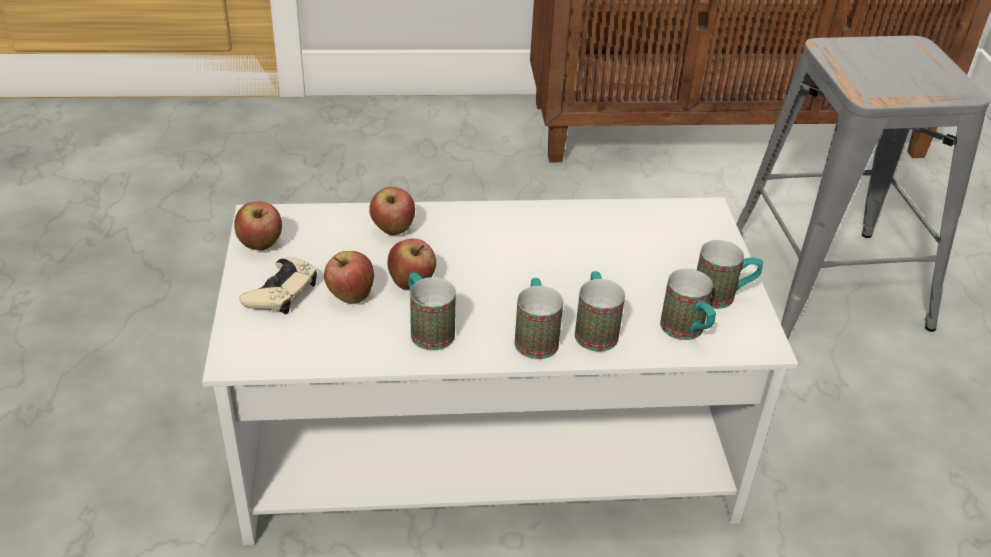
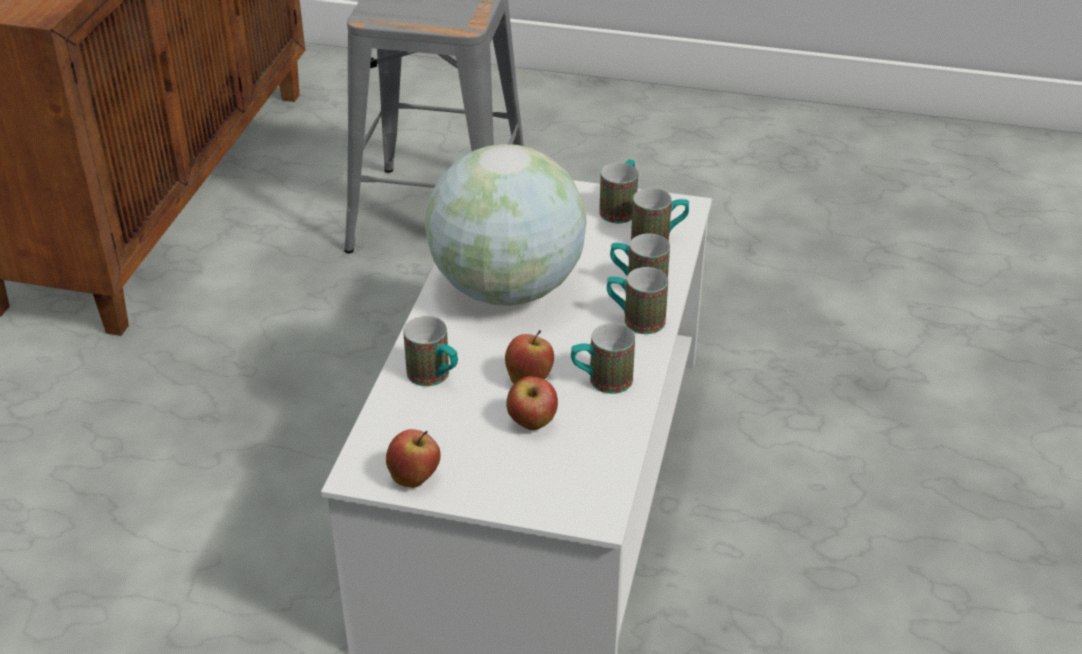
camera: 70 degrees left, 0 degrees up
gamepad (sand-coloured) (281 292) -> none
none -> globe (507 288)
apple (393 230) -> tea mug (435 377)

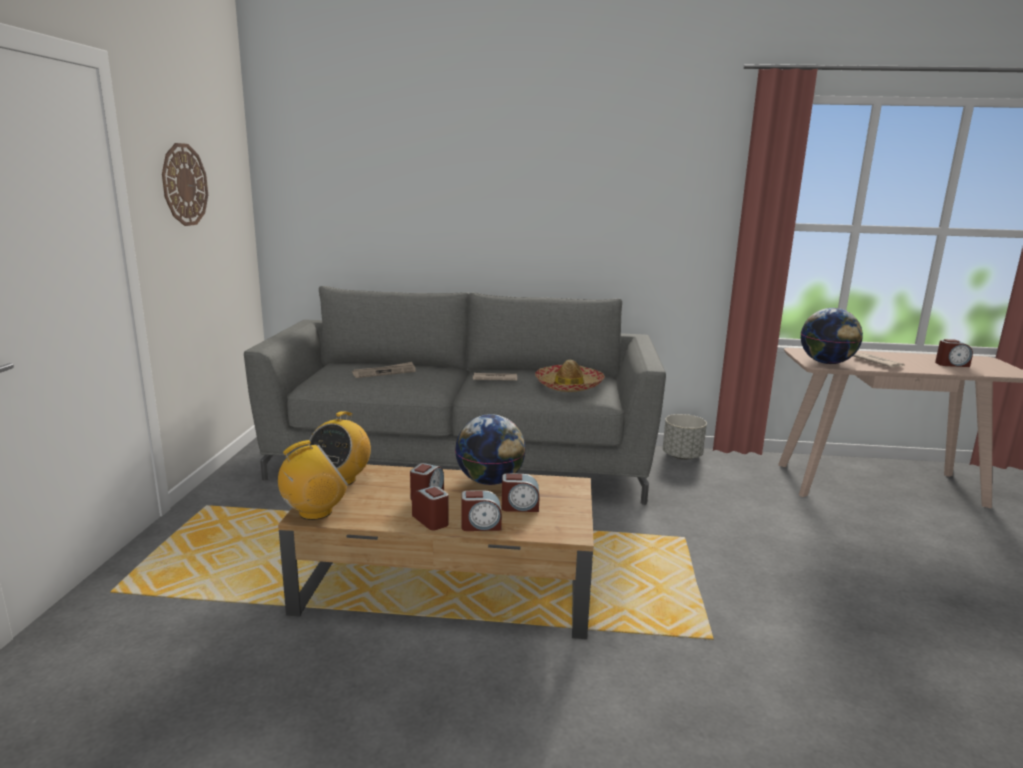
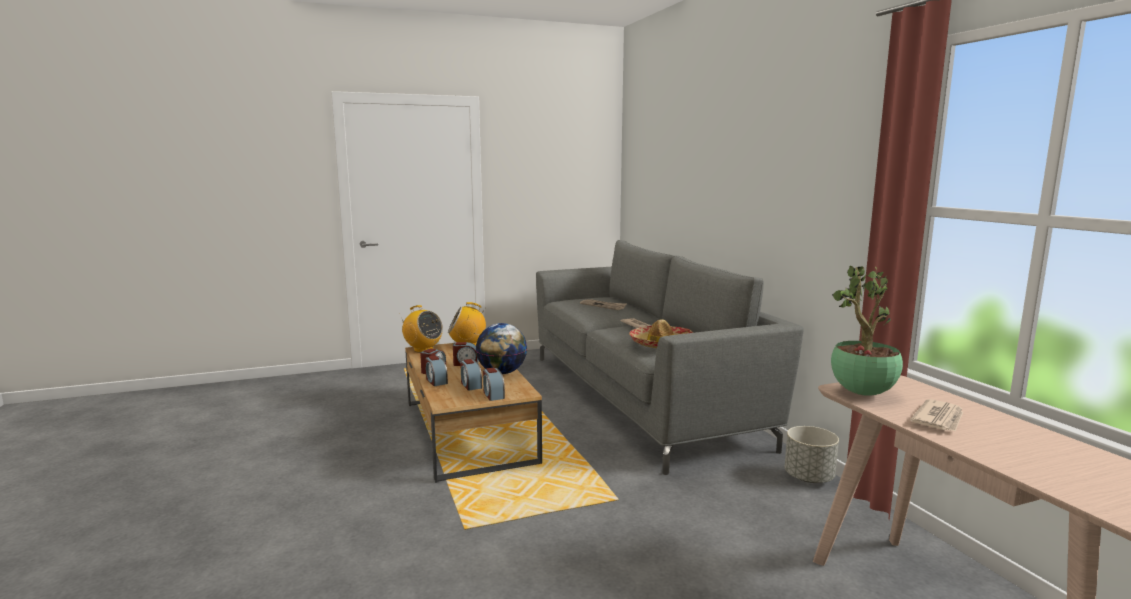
camera: 65 degrees right, 5 degrees down
wall clock (184 185) -> none
alarm clock (951 364) -> alarm clock (493 395), shifted
globe (826 363) -> plant in a pot (861 393)

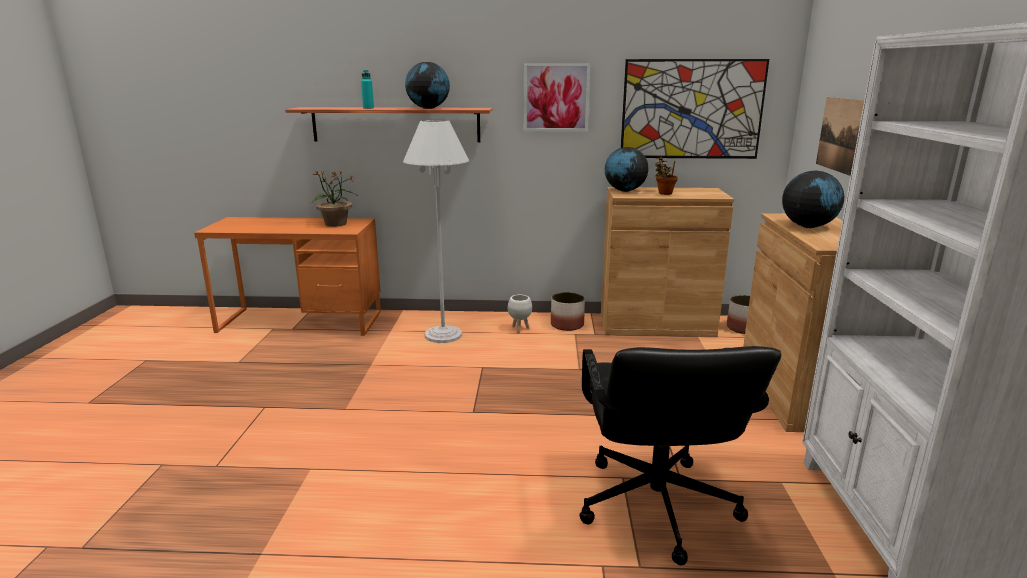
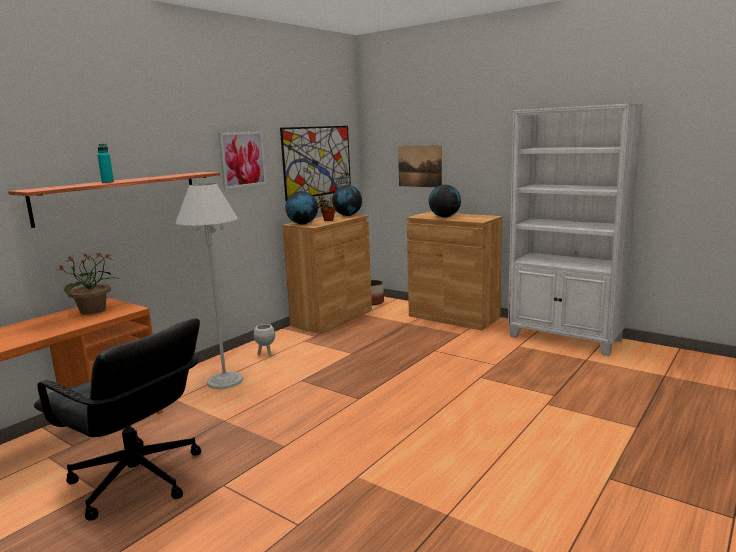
camera: 55 degrees left, 5 degrees down
plant pot (567 325) -> none
globe (428 108) -> globe (348 215), shifted
desk chair (black) (655 506) -> desk chair (black) (136 480), shifted

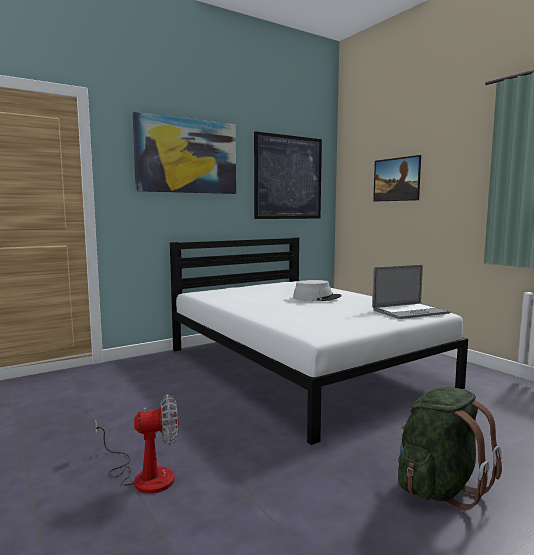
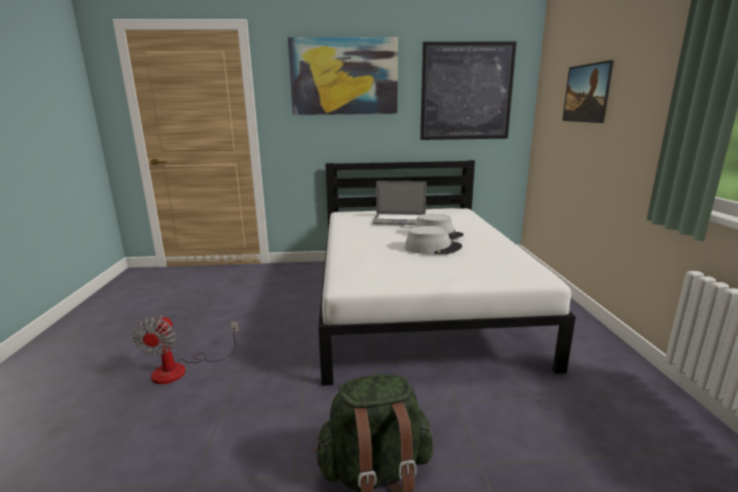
camera: 30 degrees right, 10 degrees up
none -> clothing hat (grey) (433 248)
notebook computer (410 311) -> notebook computer (399 220), shifted
electric fan (144 475) -> electric fan (181 369), 75 degrees clockwise

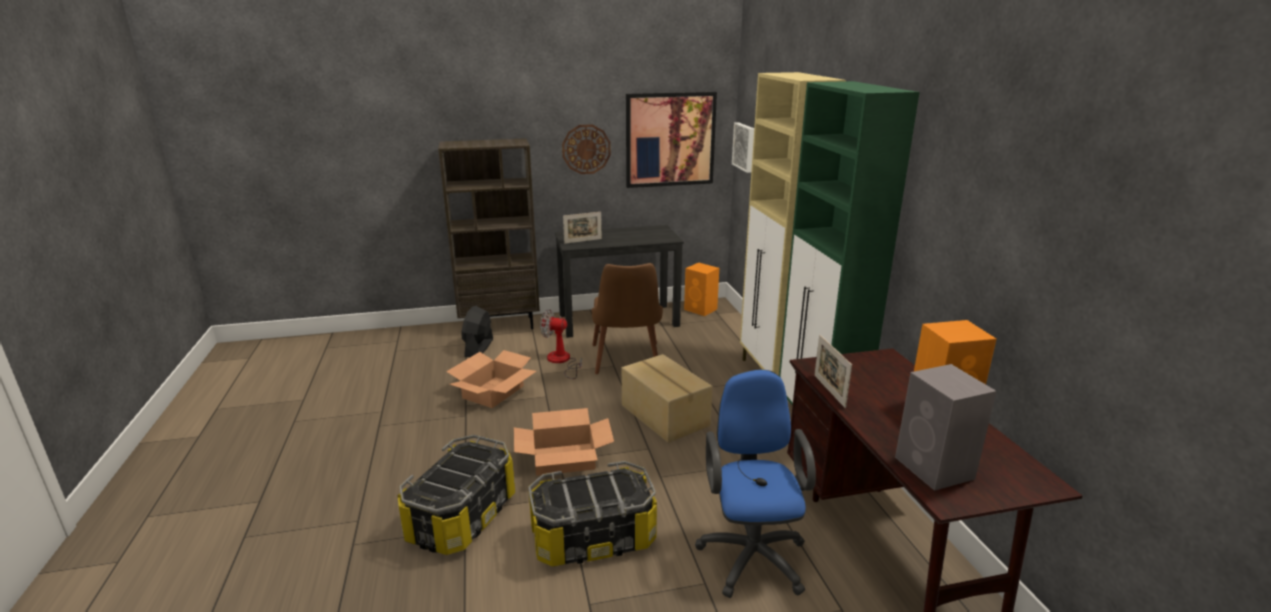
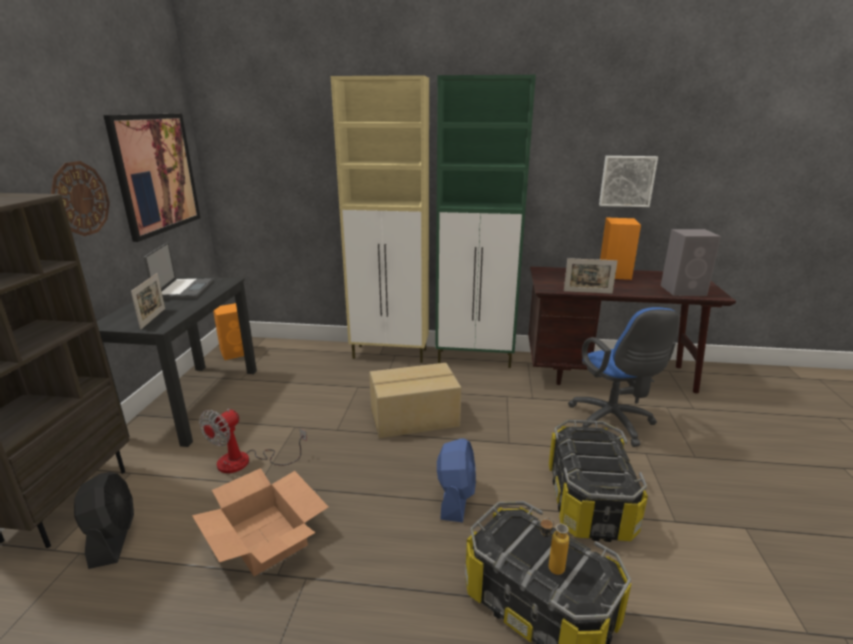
camera: 70 degrees left, 0 degrees up
plain chair (brown) (627 363) -> none
none -> notebook computer (183 290)
none -> beverage bottle (549 568)
picture (745 147) -> picture (627 181), shifted
cardboard box (564 459) -> electric fan (bluish) (456 497)
electric fan (black) (479 348) -> electric fan (black) (113 538), 135 degrees counterclockwise
desk chair (bluish) (751 553) -> desk chair (bluish) (613 424), 120 degrees counterclockwise

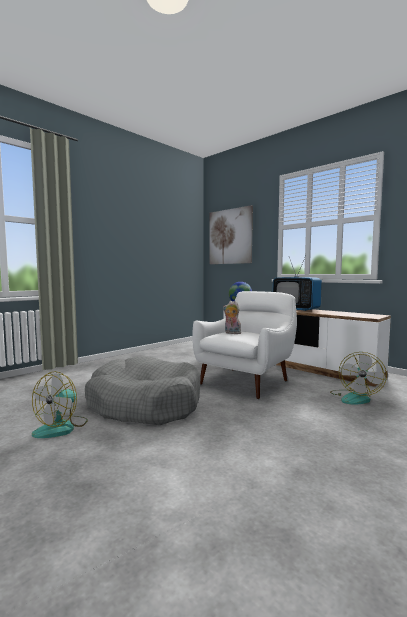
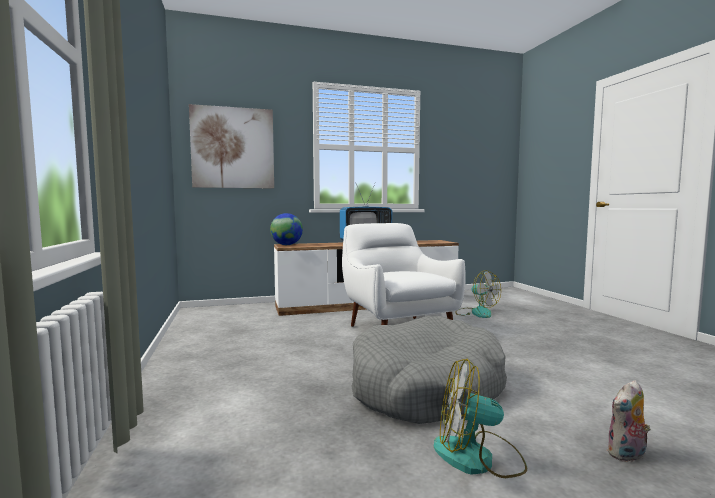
camera: 60 degrees left, 0 degrees up
soft toy (231 333) -> soft toy (627 455), shifted
electric fan (61 427) -> electric fan (477 457), 135 degrees clockwise

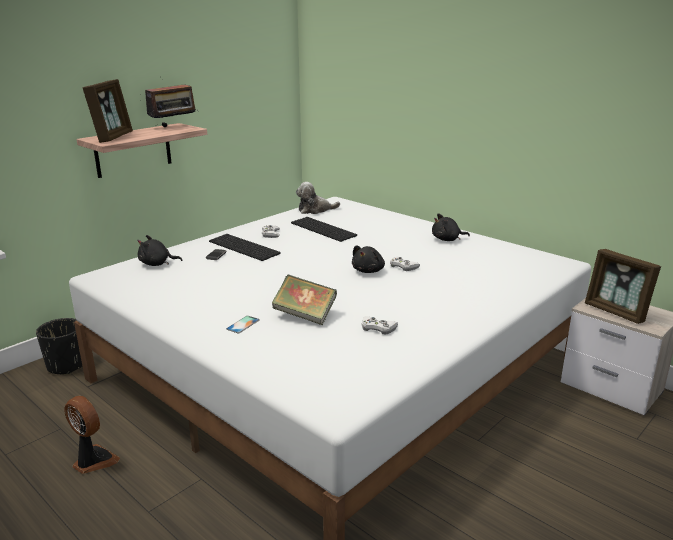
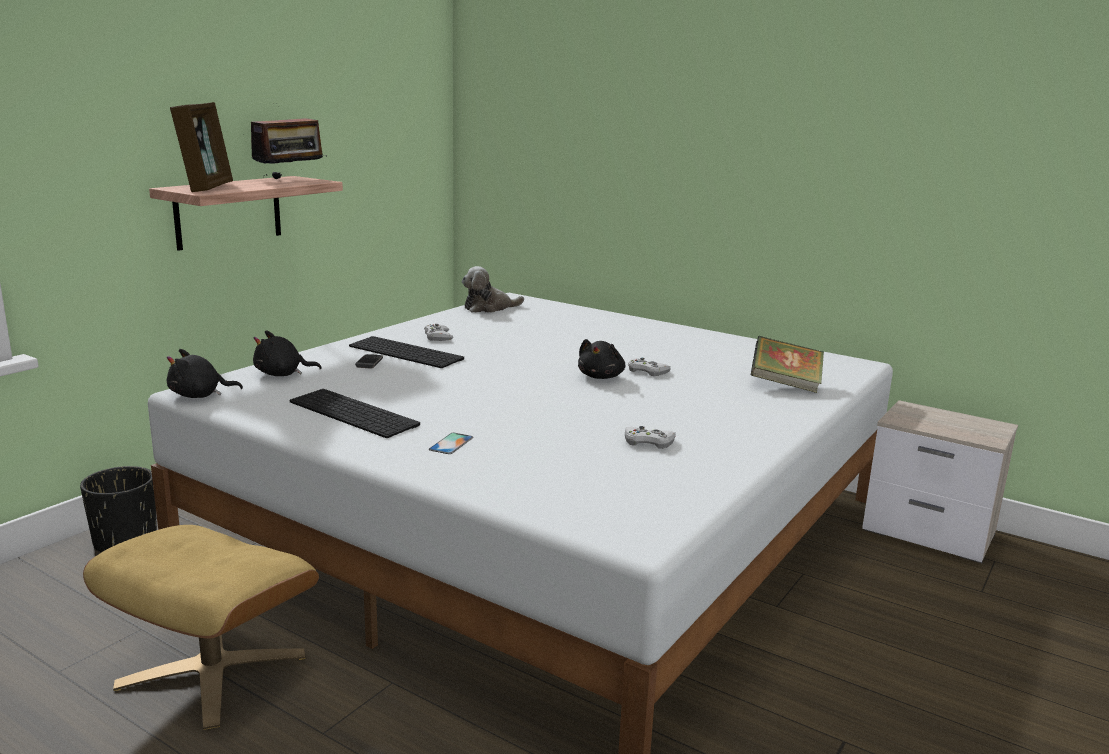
camera: 10 degrees left, 5 degrees down
photo frame (616 312) -> none
volume (305 315) -> volume (785 385), shifted
keyboard (324 229) -> keyboard (356 413), shifted
soft toy (black) (447 239) -> soft toy (black) (199 395), shifted
electric fan (93 461) -> pouffe (sand-coloured) (211 670)

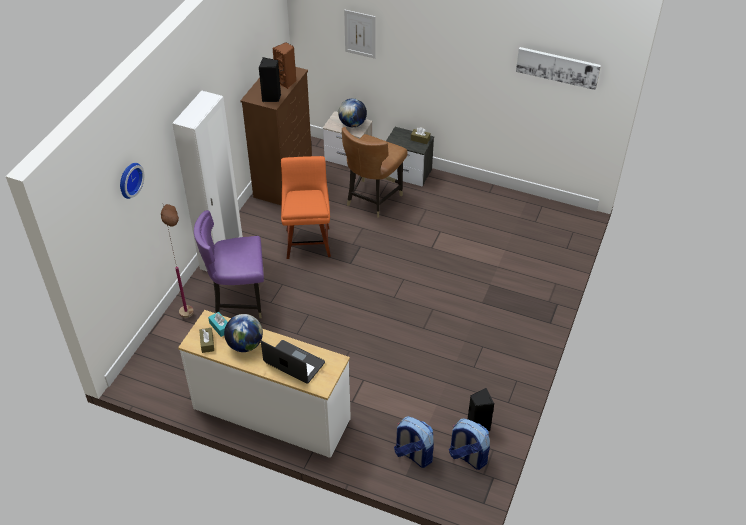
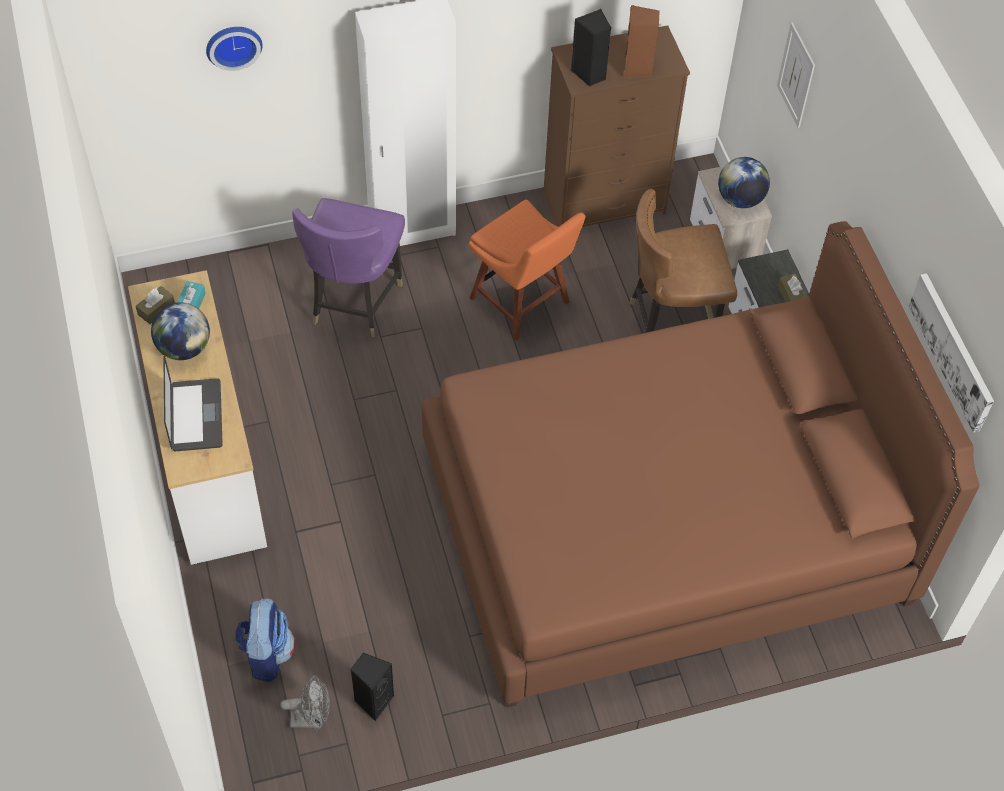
camera: 50 degrees right, 10 degrees up
standing lamp (brown) (191 323) -> none
none -> sleeping bed (brown) (664 524)
rucksack (467 456) -> electric fan (grey) (312 719)
plain chair (purplish) (238 300) -> plain chair (purplish) (353 302), 120 degrees counterclockwise
plain chair (orangey) (308 240) -> plain chair (orangey) (523 303), 90 degrees clockwise

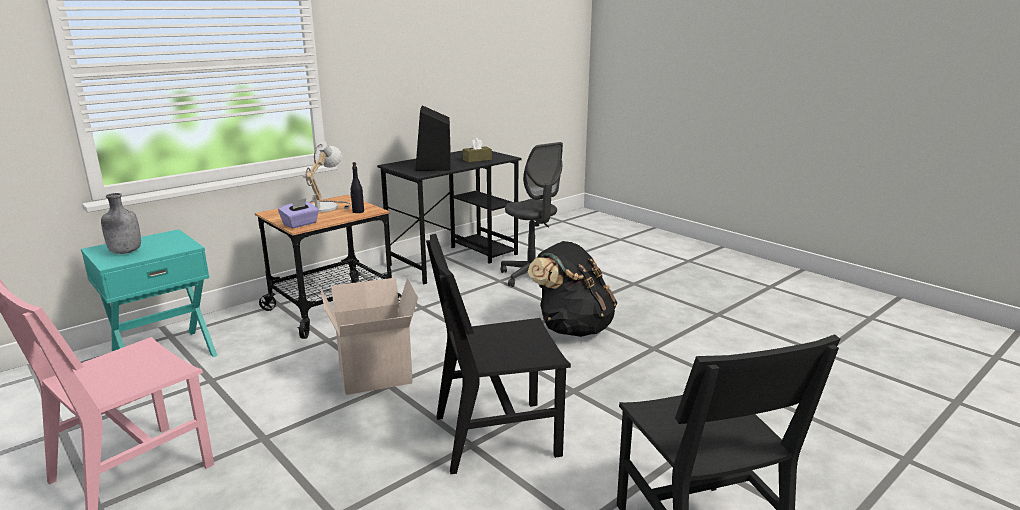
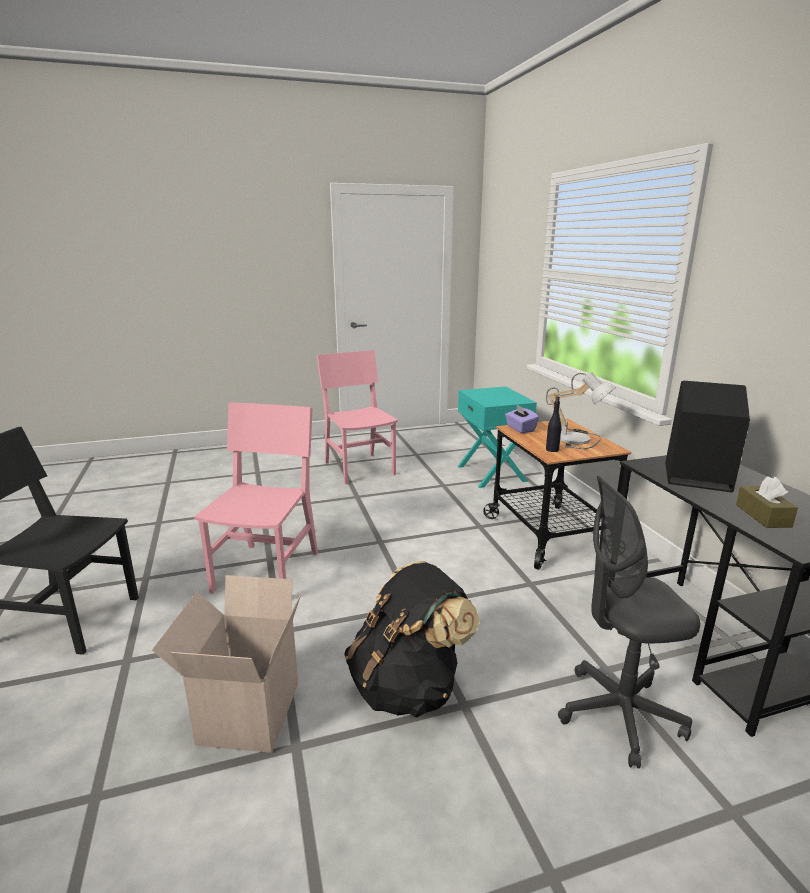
camera: 115 degrees right, 0 degrees up
beverage bottle (grey) (125 252) -> none
cardboard box (374 376) -> cardboard box (247 711), shifted
plain chair (black) (496 435) -> plain chair (pink) (267 571)

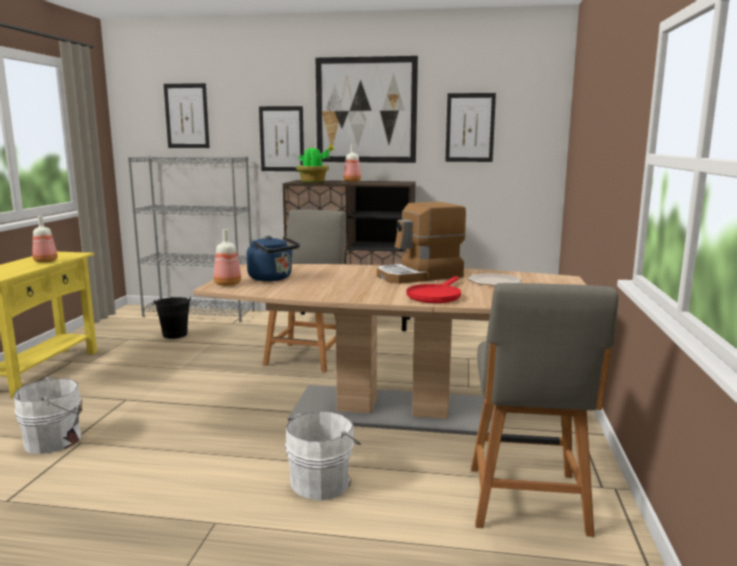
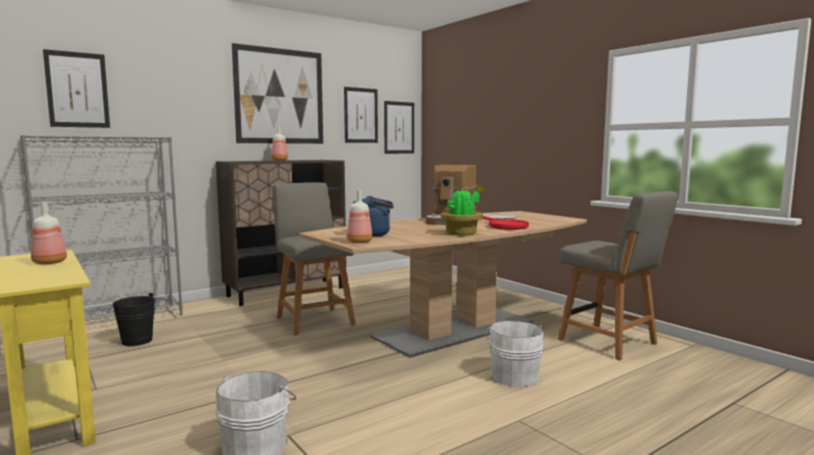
camera: 45 degrees left, 5 degrees down
picture (281 139) -> picture (399 127), shifted
plant in a pot (314 182) -> plant in a pot (462 233), shifted

